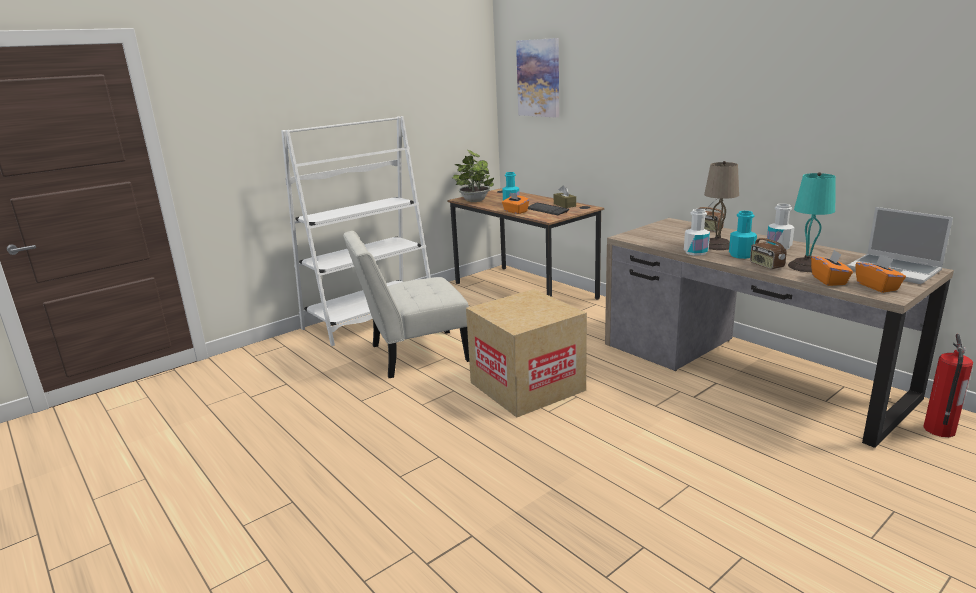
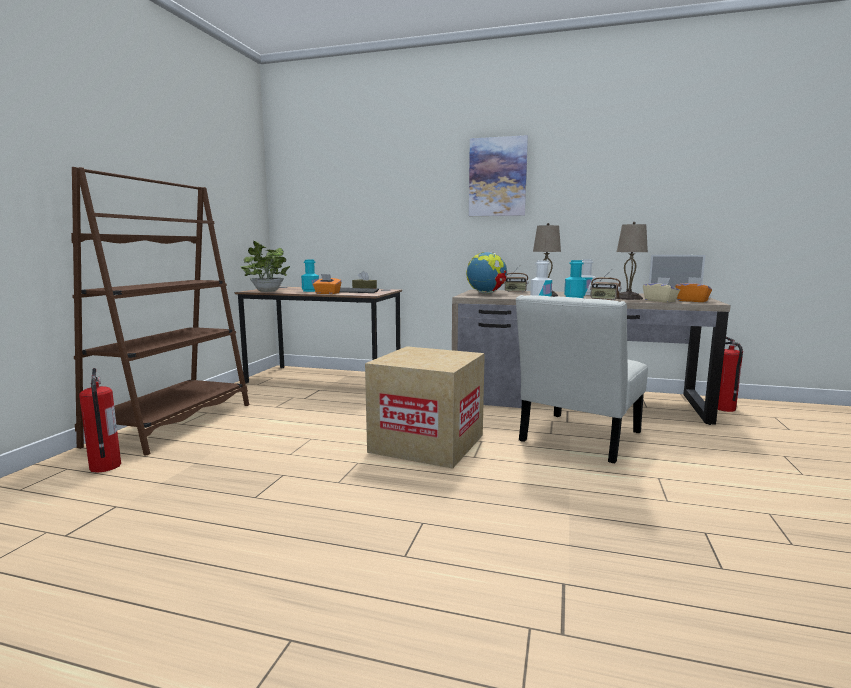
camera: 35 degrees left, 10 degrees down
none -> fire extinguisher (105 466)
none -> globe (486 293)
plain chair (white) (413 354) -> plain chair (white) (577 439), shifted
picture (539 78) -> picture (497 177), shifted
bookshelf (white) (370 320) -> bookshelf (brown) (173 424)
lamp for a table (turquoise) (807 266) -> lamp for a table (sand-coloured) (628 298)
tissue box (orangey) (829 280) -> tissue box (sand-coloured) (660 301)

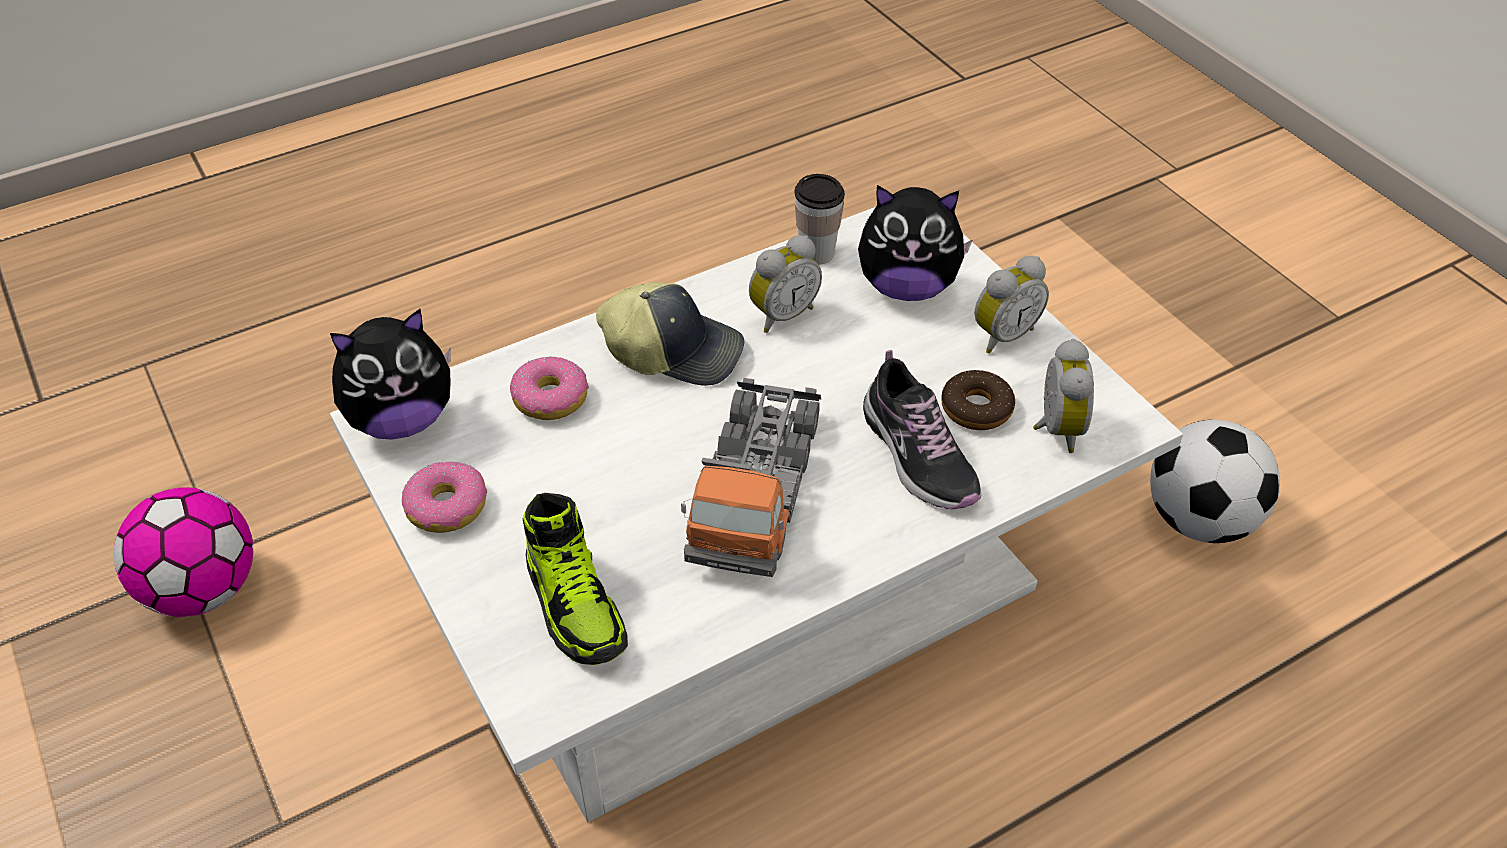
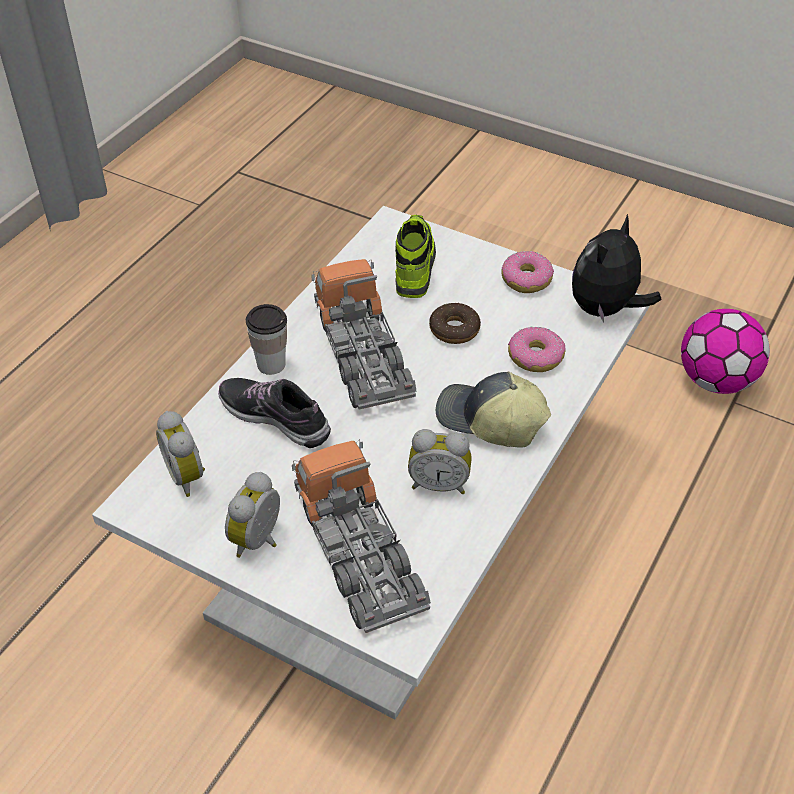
camera: 150 degrees right, 0 degrees up
ball for football (1199 520) -> none
drinking cup (816 253) -> drinking cup (271 364), shifted
doughnut (976 408) -> doughnut (454 329), shifted
soft toy (907 287) -> model truck (359 554)
low shoe (575 604) -> low shoe (413 266), 60 degrees clockwise
cap (674 351) -> cap (489 421), 45 degrees clockwise
alarm clock (781 314) -> alarm clock (439 483), 105 degrees counterclockwise

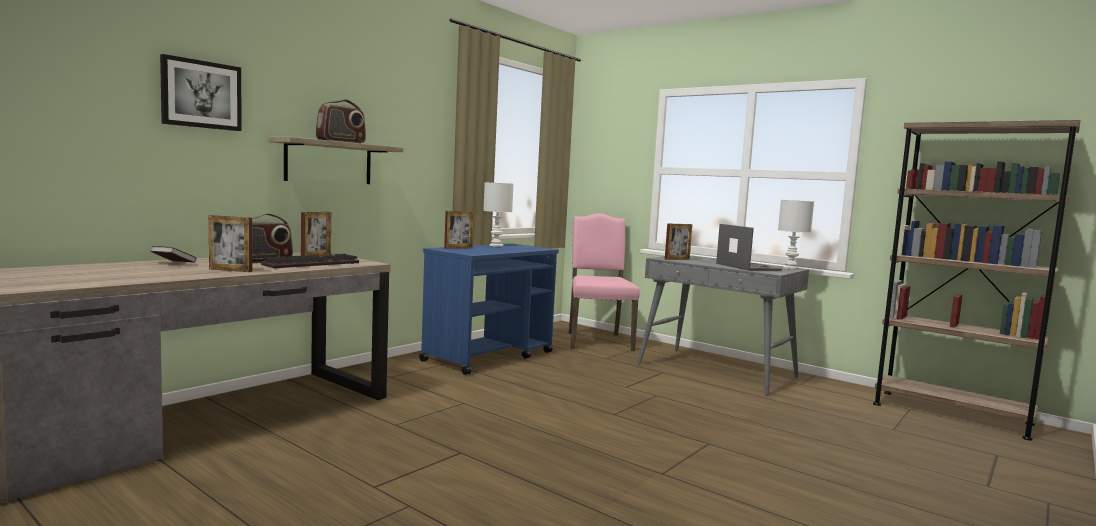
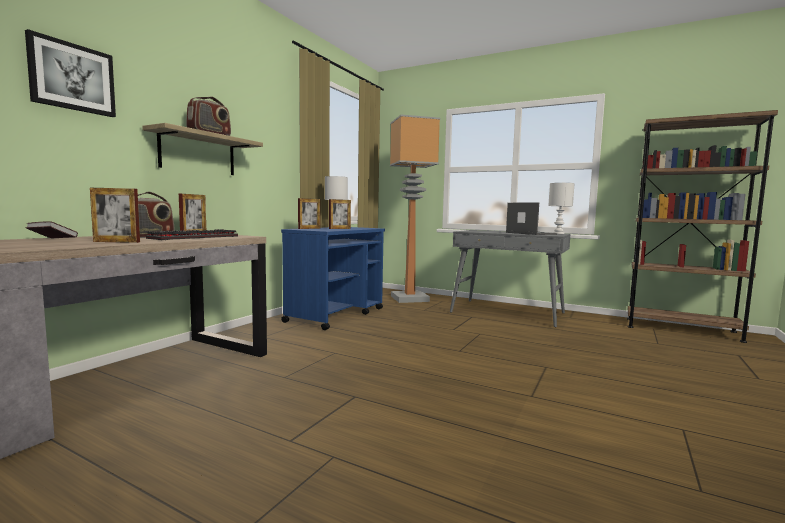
camera: 10 degrees left, 0 degrees up
photo frame (677 259) -> photo frame (339 228), shifted
plain chair (pink) (597 341) -> standing lamp (410 298)

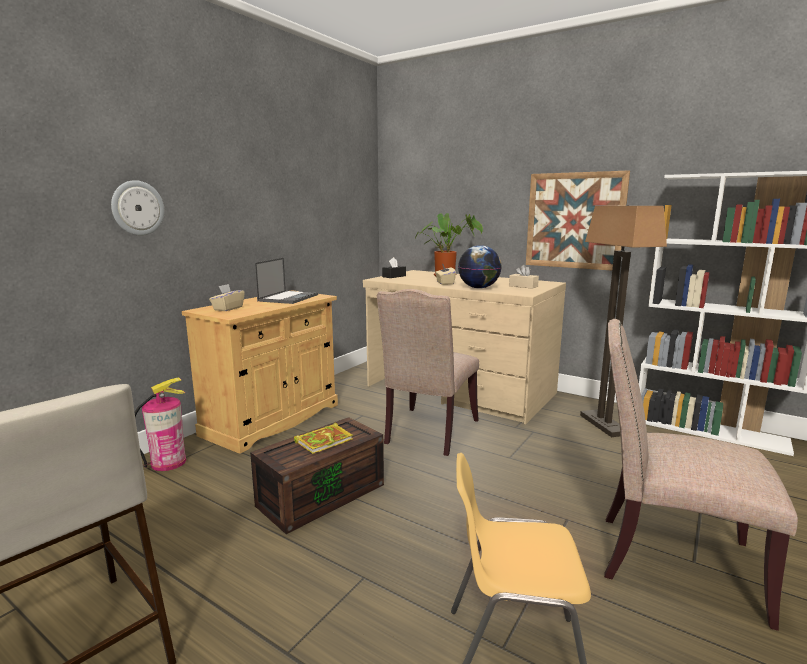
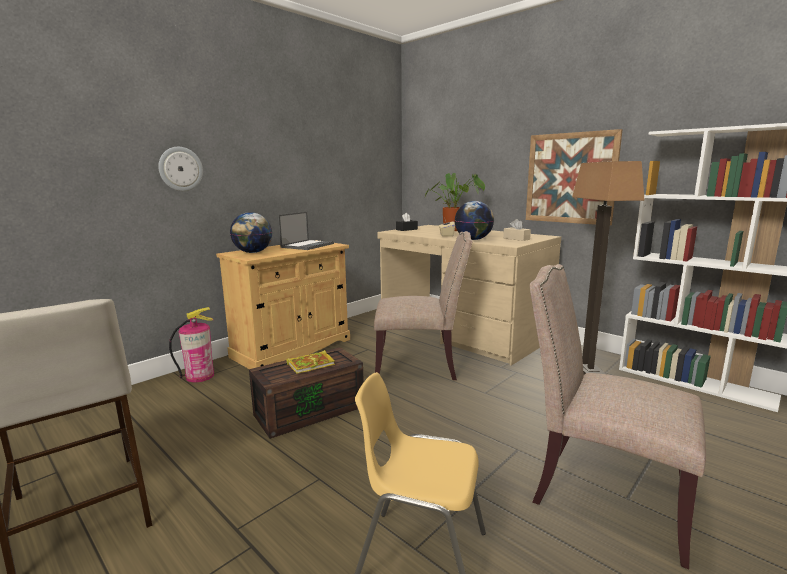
camera: 10 degrees right, 0 degrees up
tissue box (sand-coloured) (228 308) -> globe (253 252)
plain chair (sand-coloured) (429 433) -> plain chair (sand-coloured) (419 367), 120 degrees counterclockwise

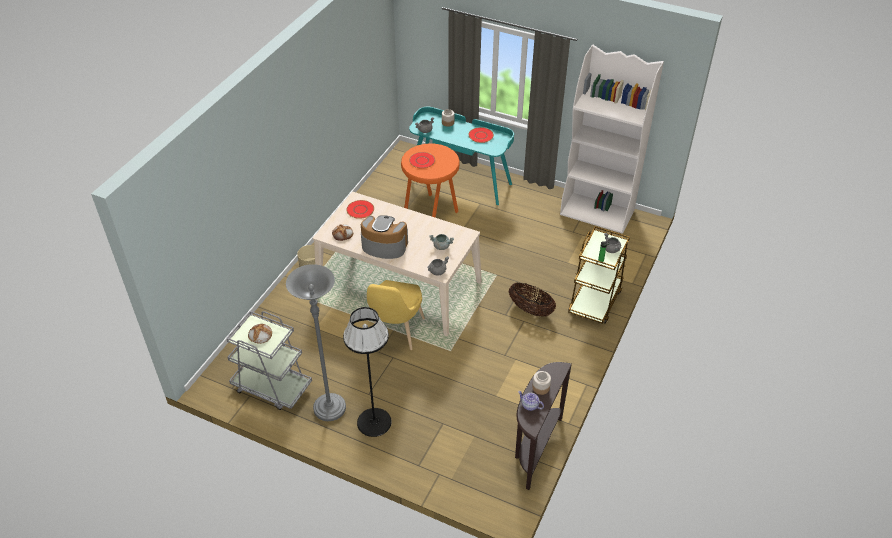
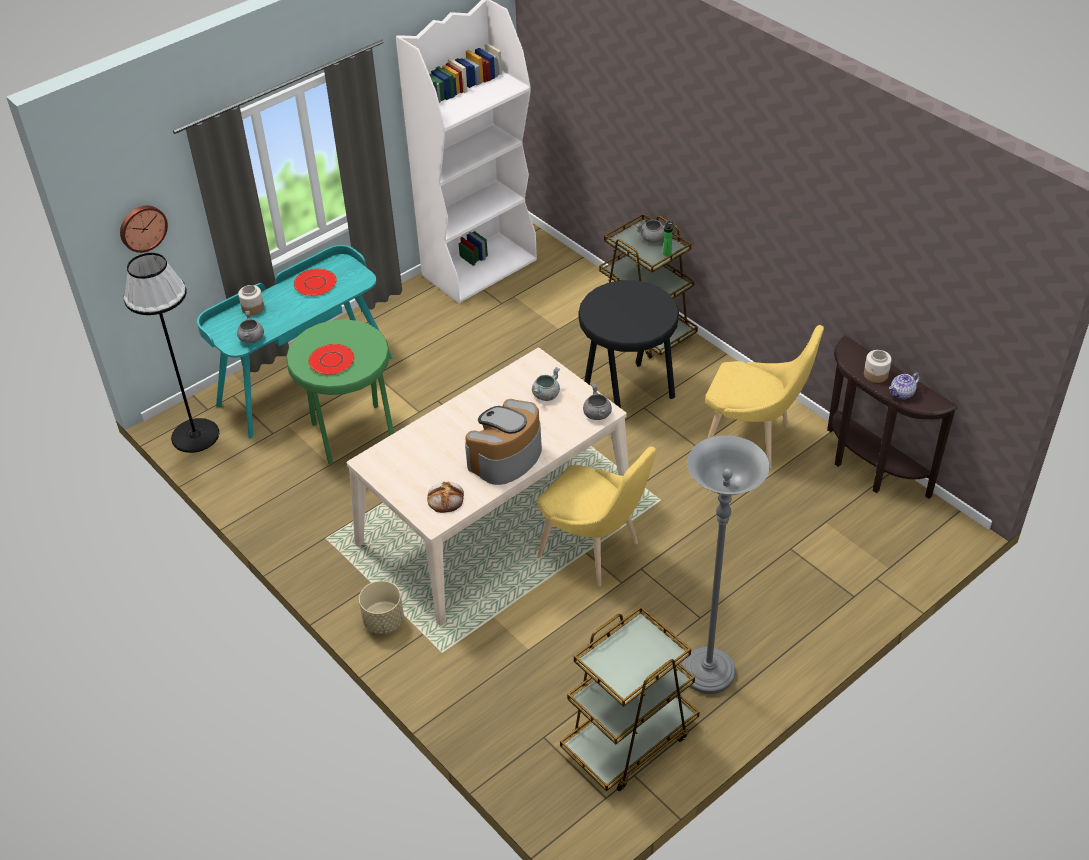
camera: 65 degrees left, 0 degrees up
bakery bread (260 335) -> none
plate (red) (360 210) -> none
none -> wall clock (142 227)
none -> plain chair (yellowish) (753 440)
standing lamp (black) (374 422) -> standing lamp (black) (195 435), shifted
basket (530 310) -> stool seat (black) (626 393)
wheeled cart (grey) (271 387) -> wheeled cart (brown) (629 739)
stool seat (orangey) (430 211) -> stool seat (green) (351 434)

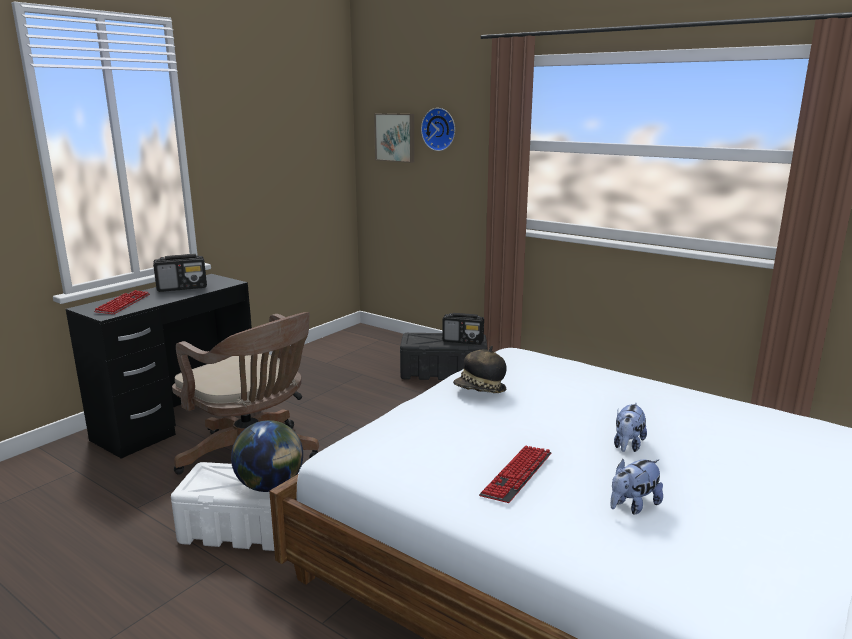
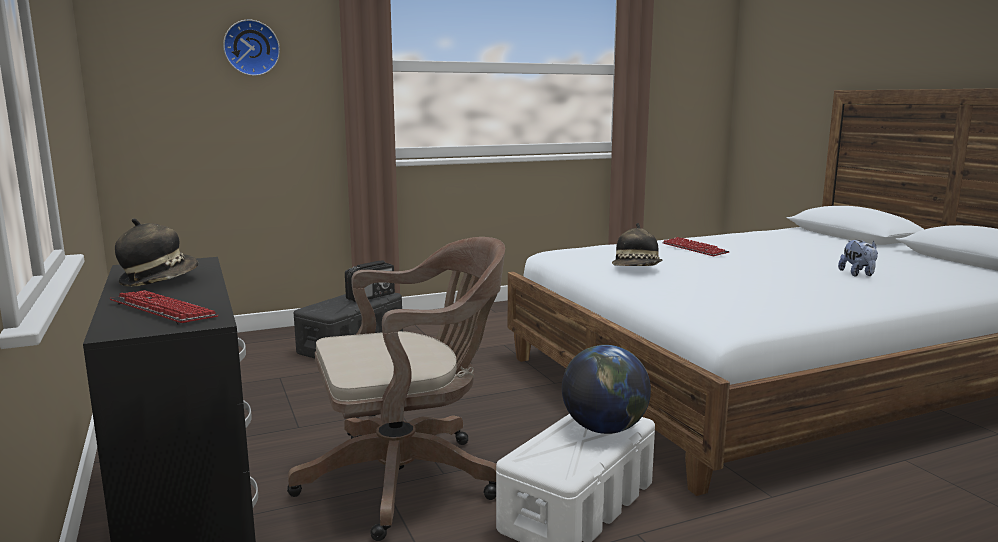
camera: 60 degrees left, 5 degrees down
picture (395 137) -> none
soft toy (627 445) -> none
keyboard (517 475) -> keyboard (694 249), shifted
radio (182 288) -> clothing hat (159 280)

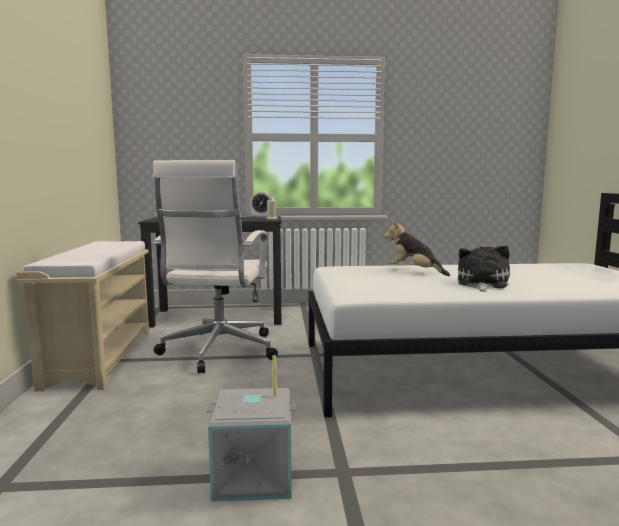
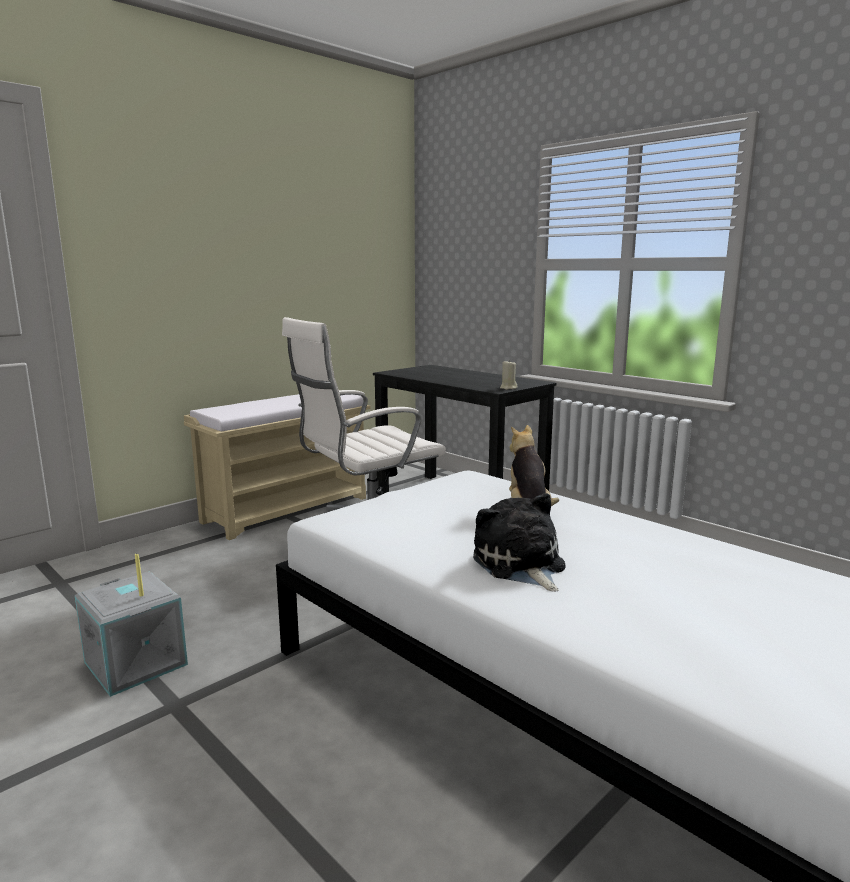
camera: 50 degrees right, 5 degrees up
alarm clock (262 217) -> none
soft toy (481 284) -> soft toy (520 565), 90 degrees counterclockwise

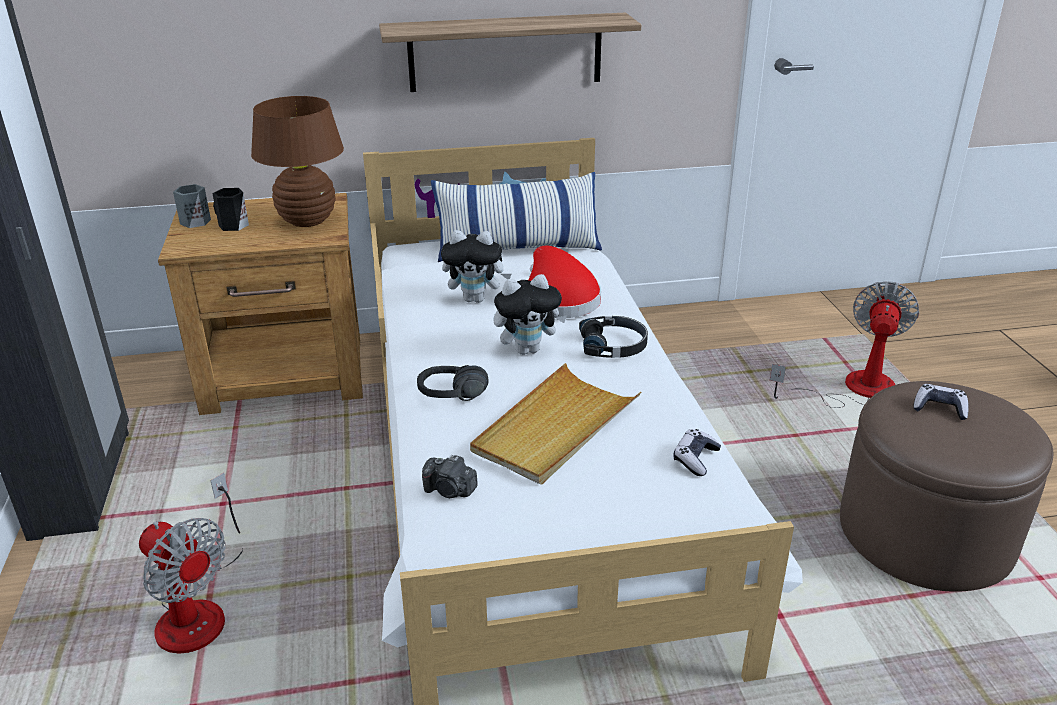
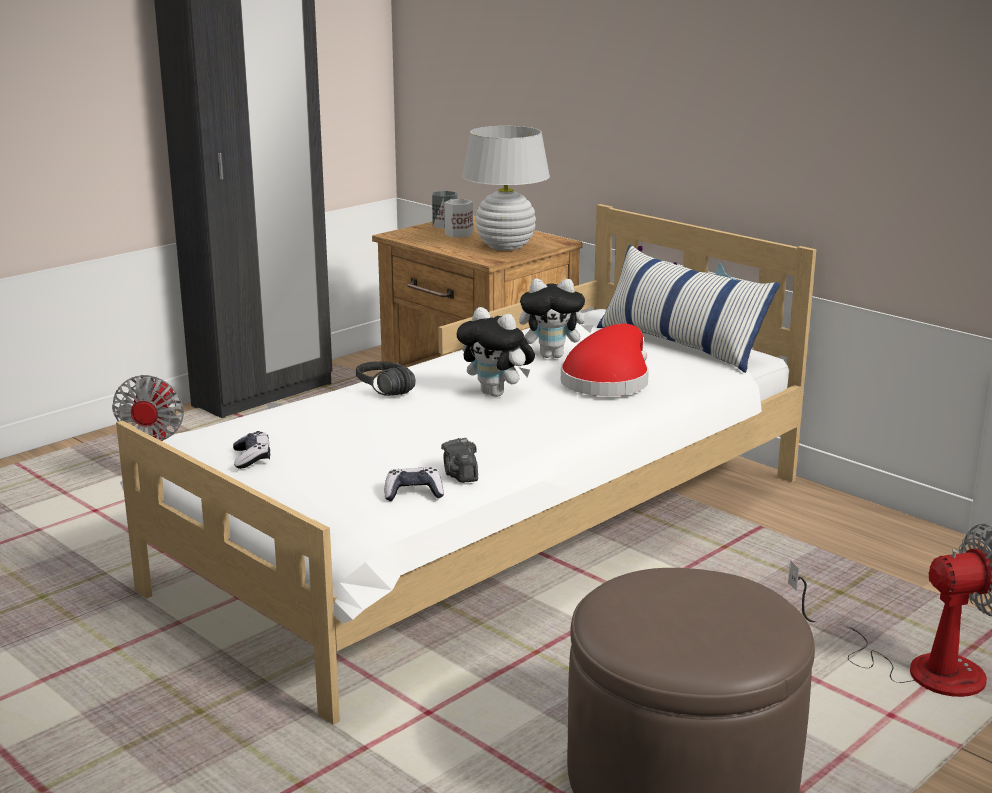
camera: 55 degrees right, 10 degrees down
wall shelf (505 52) -> none
tray (sand-coloured) (555 428) -> none
headset (black) (613 346) -> none
photo camera (450 490) -> photo camera (460 475), shifted
gamepad (939 408) -> gamepad (252 458), shifted
tea mug (black) (232 225) -> tea mug (white) (457 233)
lamp for a table (brown) (307 221) -> lamp for a table (white) (505 246)
soft toy (476 299) -> soft toy (553 355), 60 degrees counterclockwise

